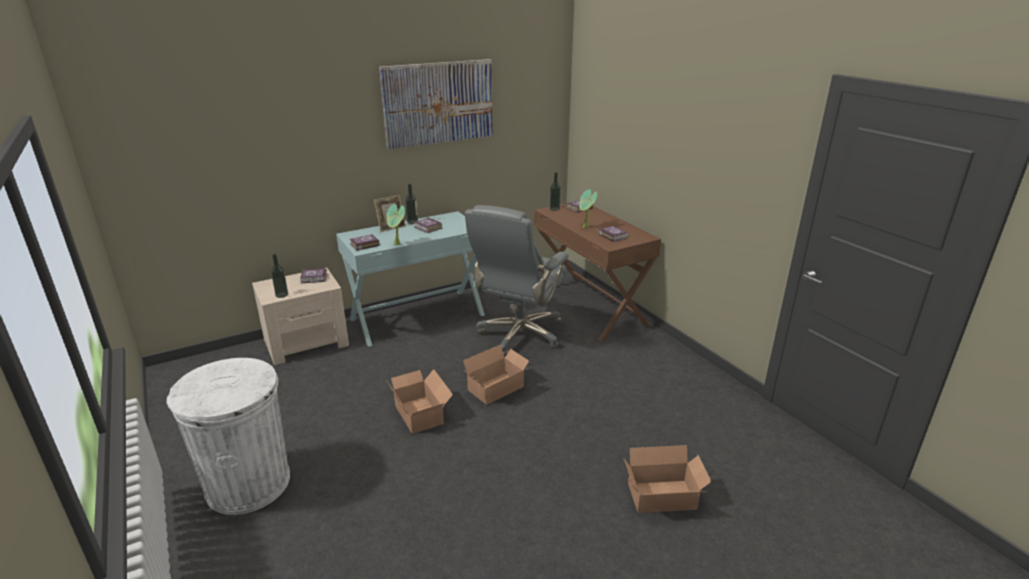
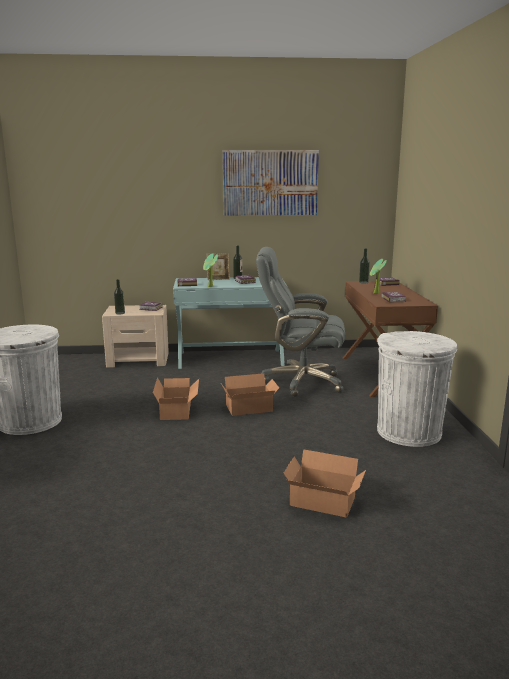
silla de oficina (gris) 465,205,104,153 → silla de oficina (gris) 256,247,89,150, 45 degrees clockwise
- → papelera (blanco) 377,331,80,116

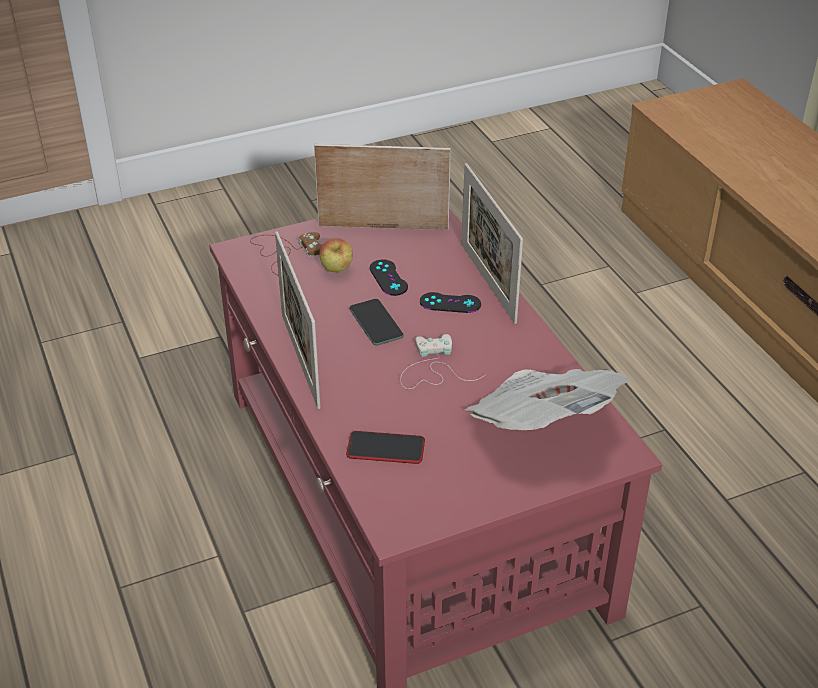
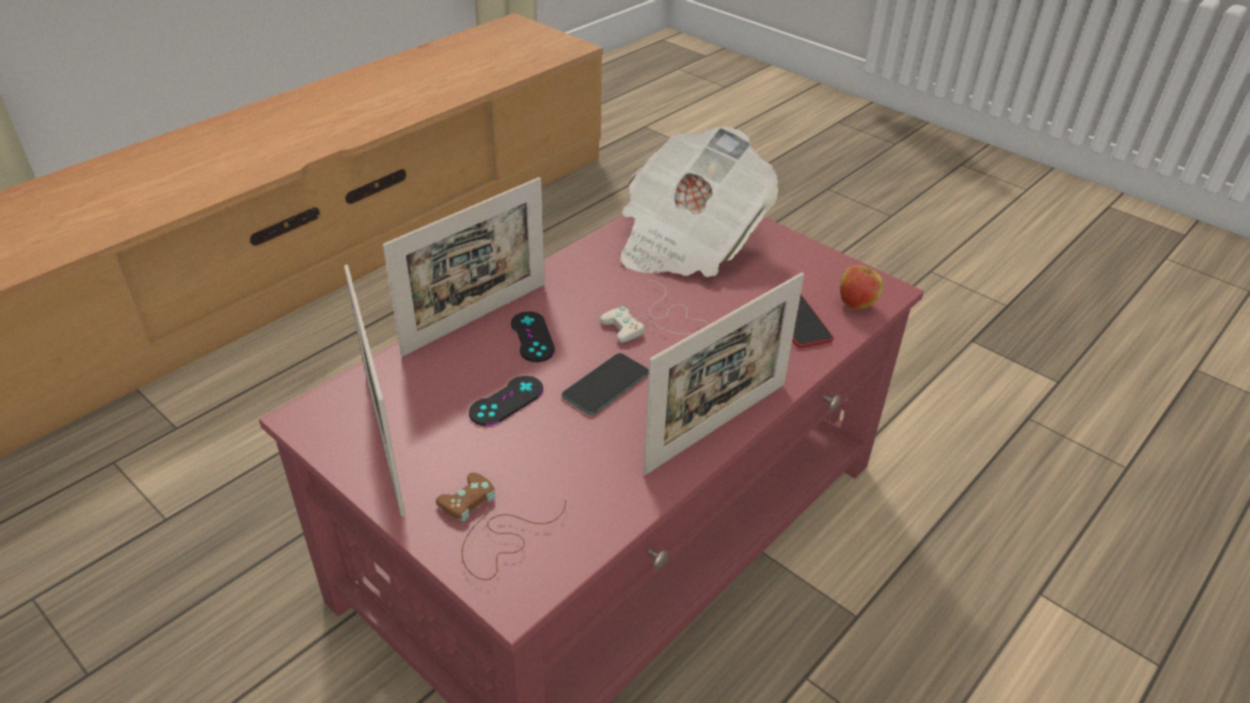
manzana 319,238,34,34 → manzana 840,264,44,45, move

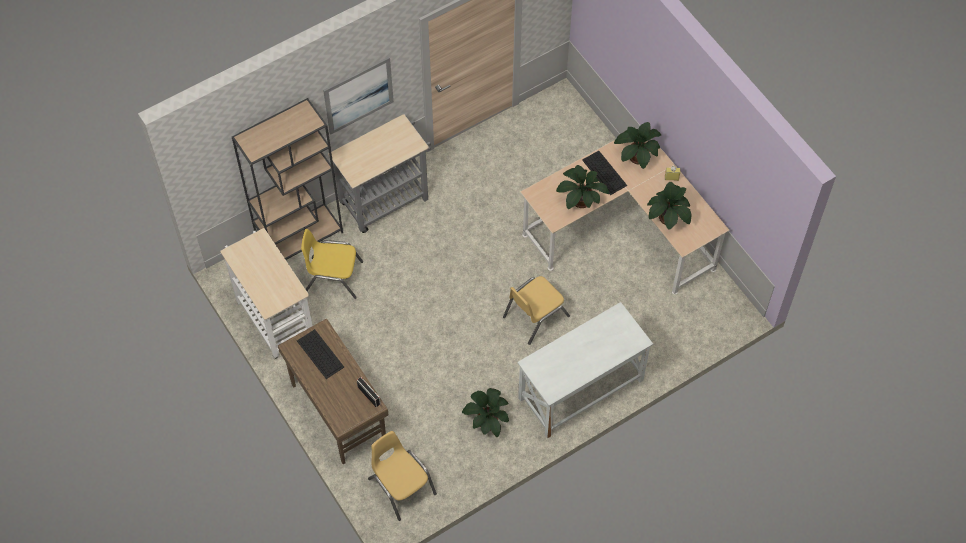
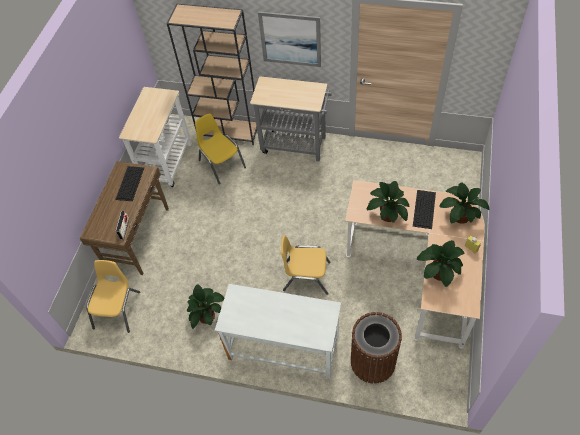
- → papelera (marrón) 351,312,51,72

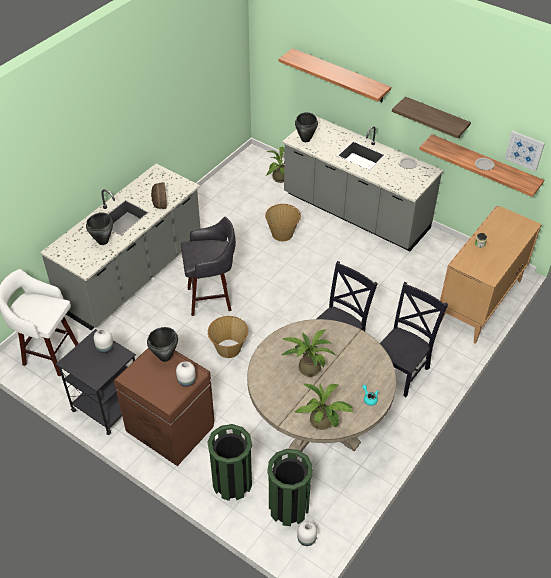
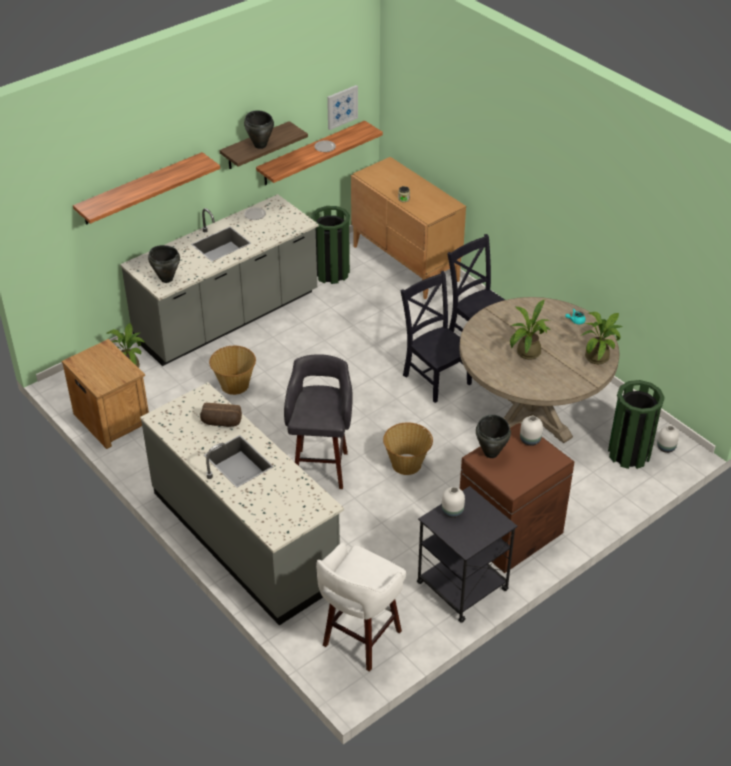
- → mesita de noche (marrón) 62,339,87,110
olla (negro) 86,213,27,32 → olla (negro) 244,110,30,39, move
papelera (verde) 207,424,45,77 → papelera (verde) 311,206,39,78, move

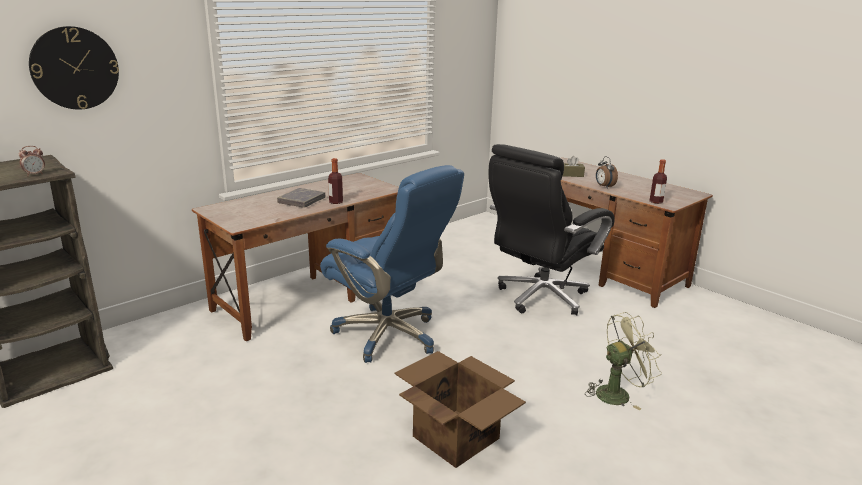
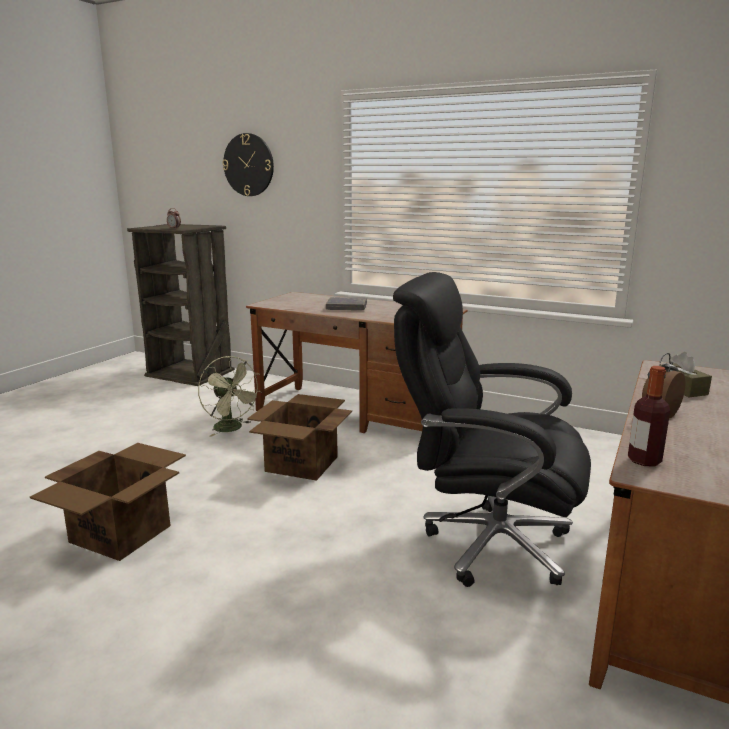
ventilador (verde) 585,312,77,98 → ventilador (verde) 198,356,64,81, move
silla de oficina (azul) 320,165,144,198 → caja de cartón 247,394,105,87
botella 328,158,15,46 → -

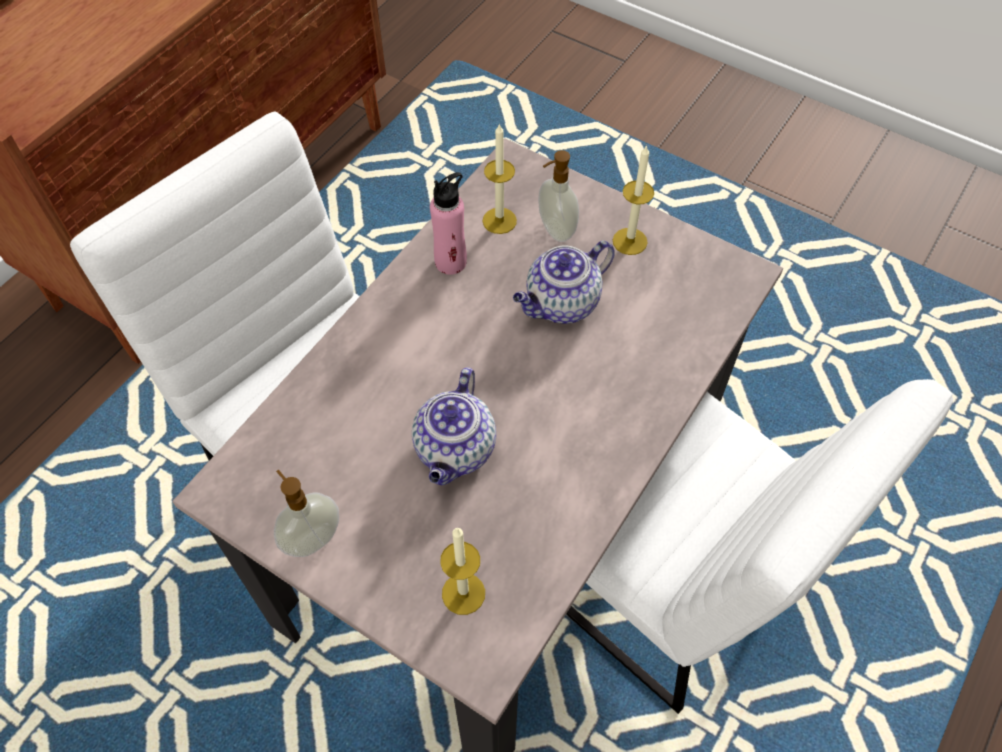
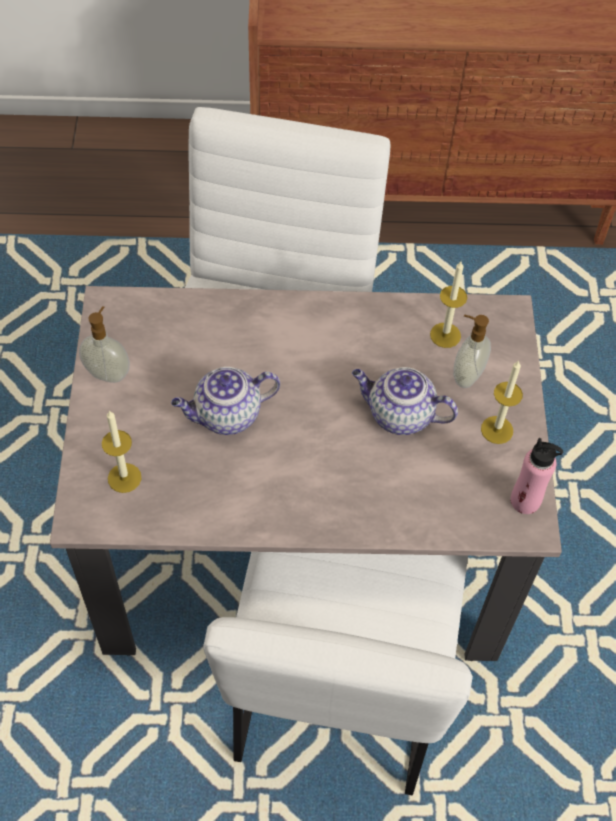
botella (rosa) 430,172,37,103 → botella (rosa) 510,438,53,76, move

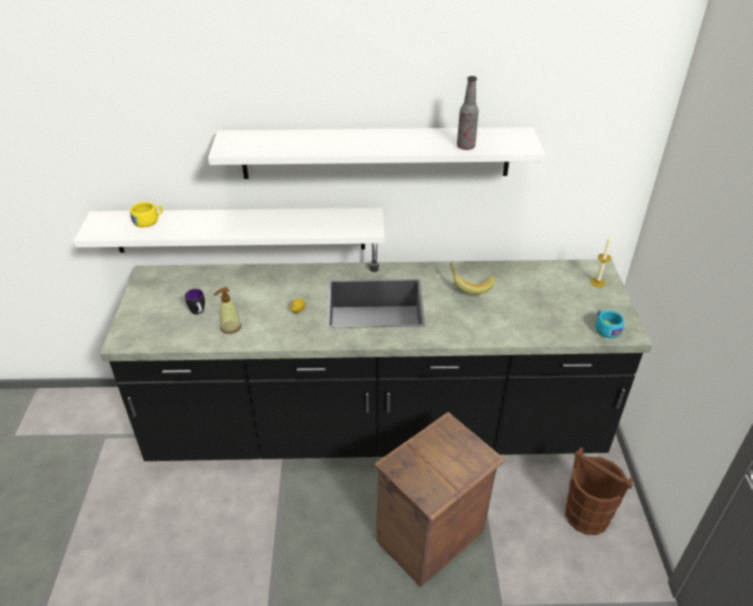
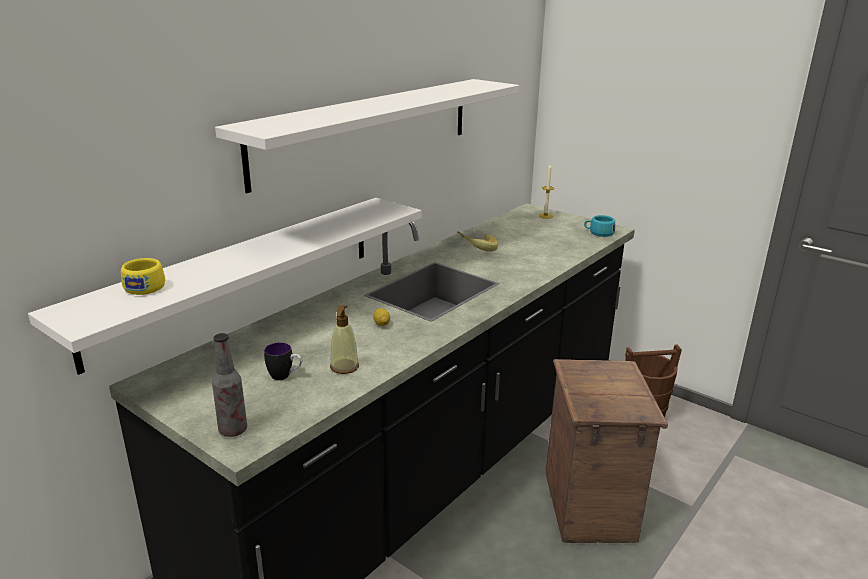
botella 457,76,22,74 → botella 212,333,35,104, move

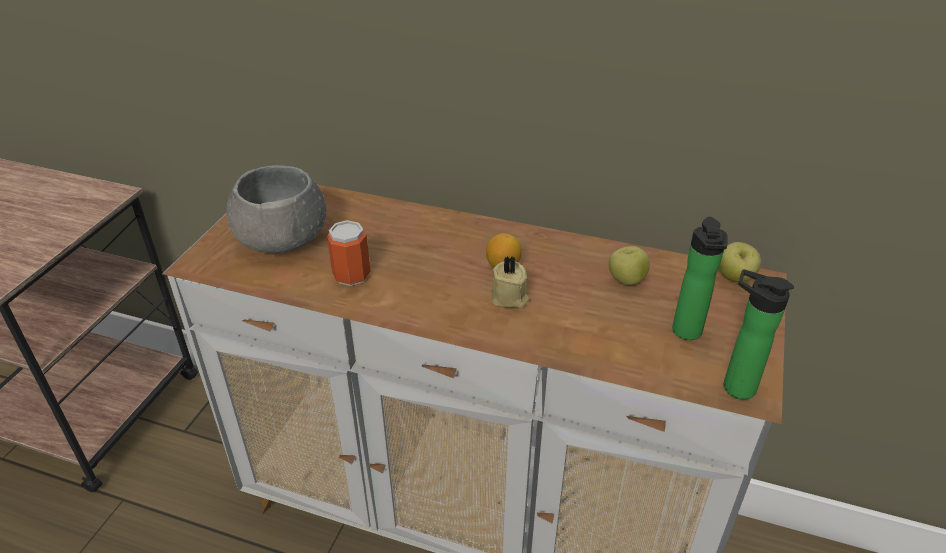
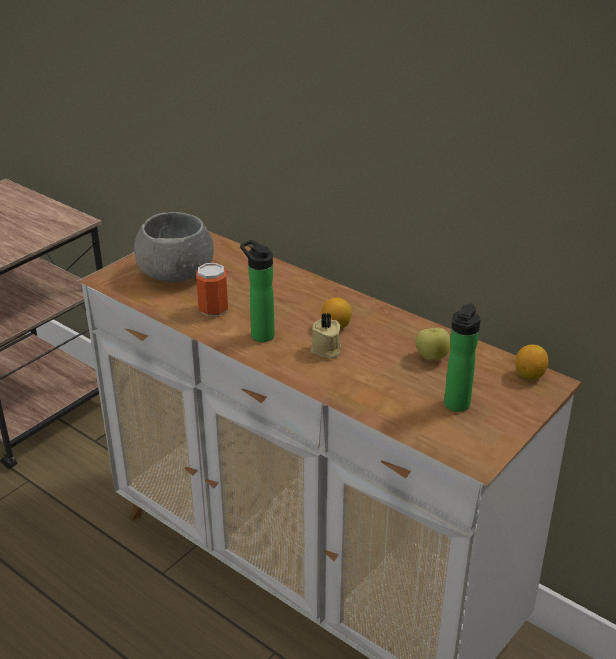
botella 724,269,70,131 → botella 240,240,35,102, move
manzana 719,242,42,40 → limón 515,345,34,35

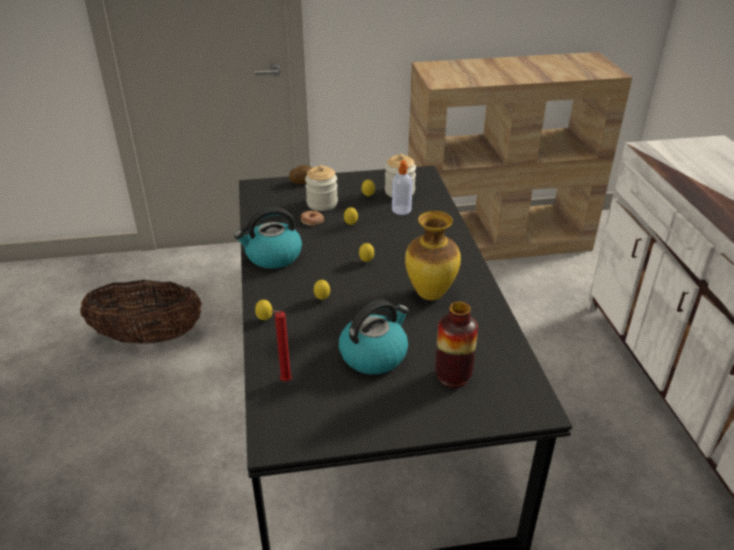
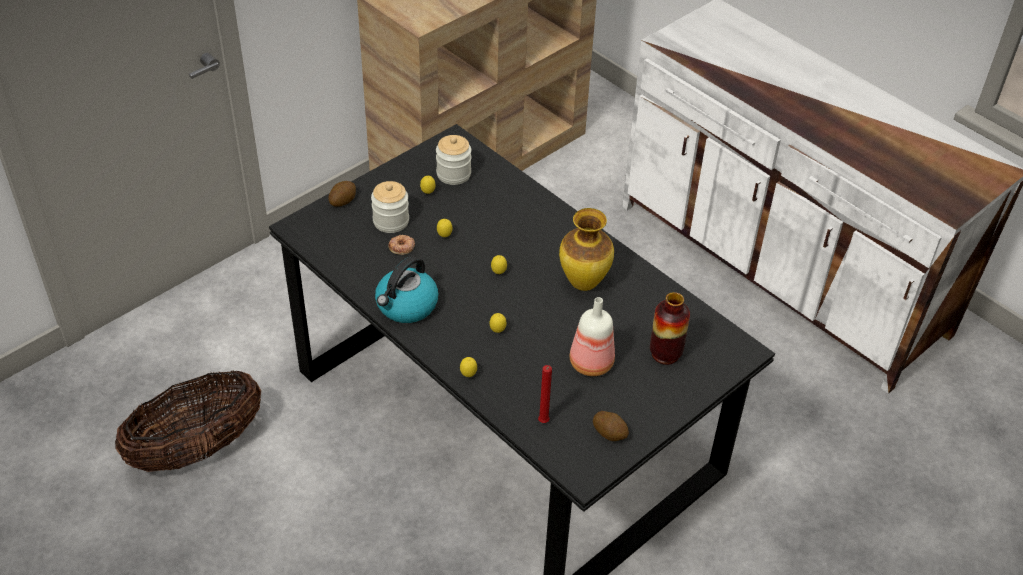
hervidor 339,300,70,74 → botella 570,297,45,79
- → patata 593,411,36,30
dispensador de jabón 392,160,21,55 → -

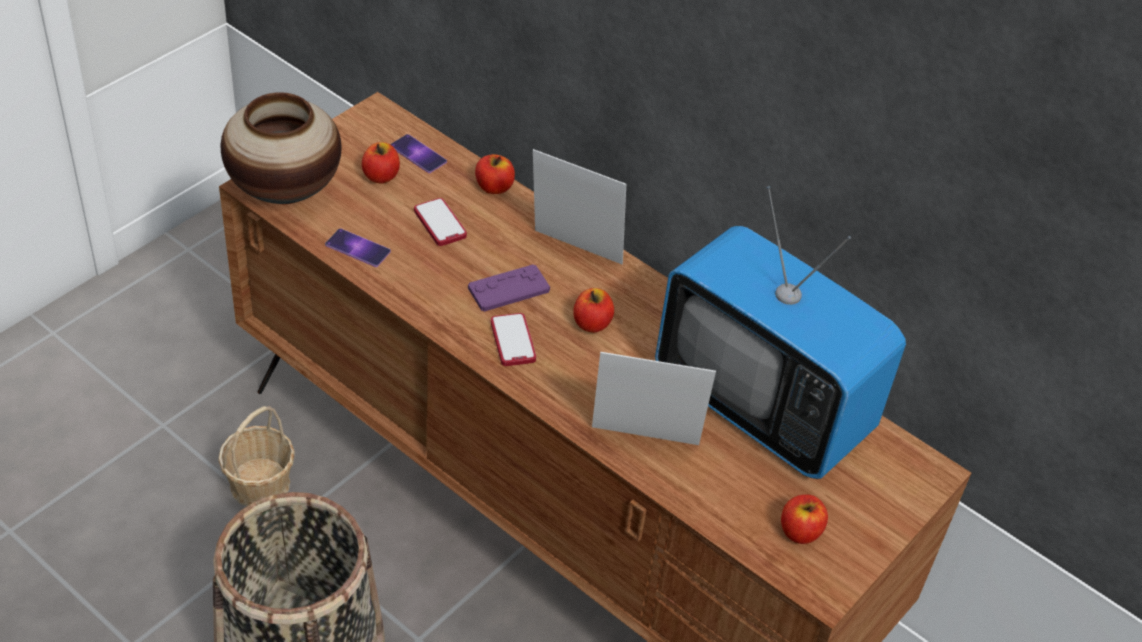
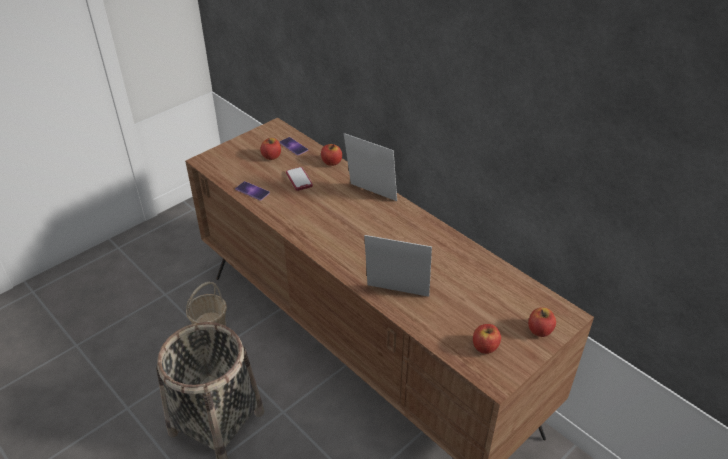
manzana 573,288,41,45 → manzana 528,307,28,30, move
florero 221,92,120,112 → -
mando de consola (morado) 468,264,82,48 → -
móvil 491,313,45,53 → -
televisor 655,186,251,293 → -

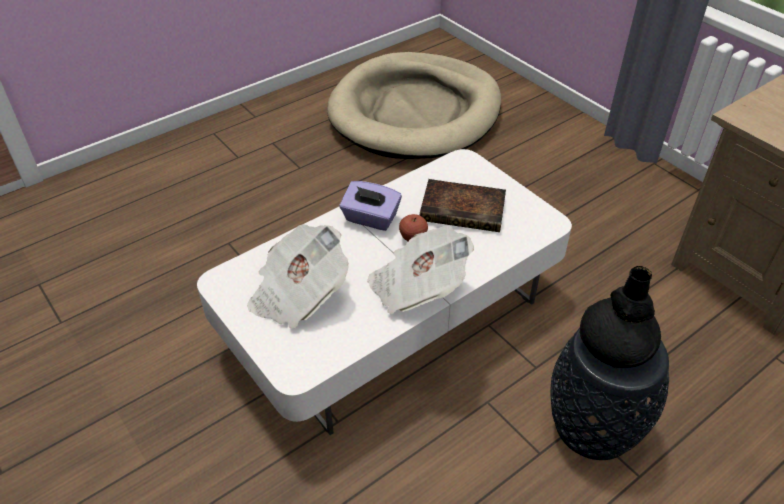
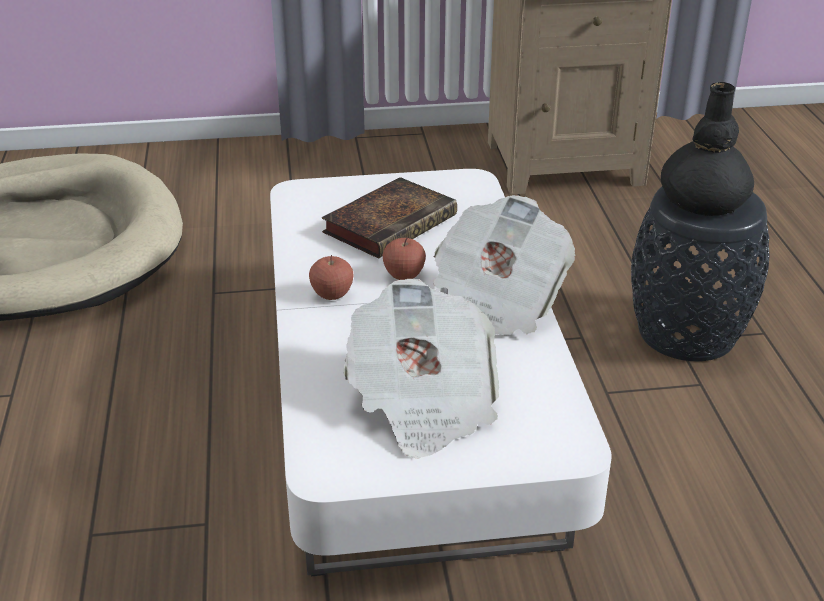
caja de pañuelos (morado) 340,181,62,50 → manzana 309,255,45,45

